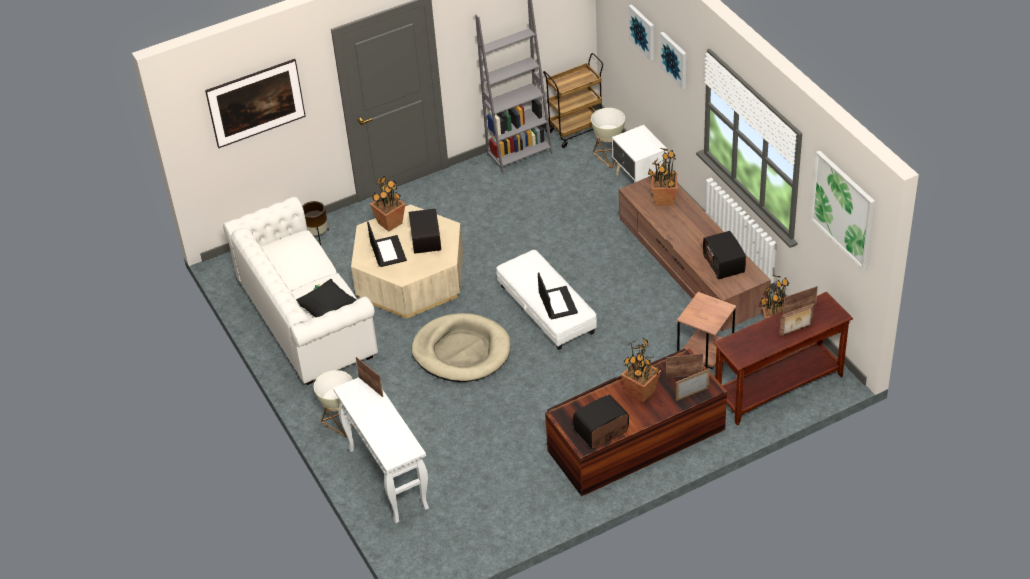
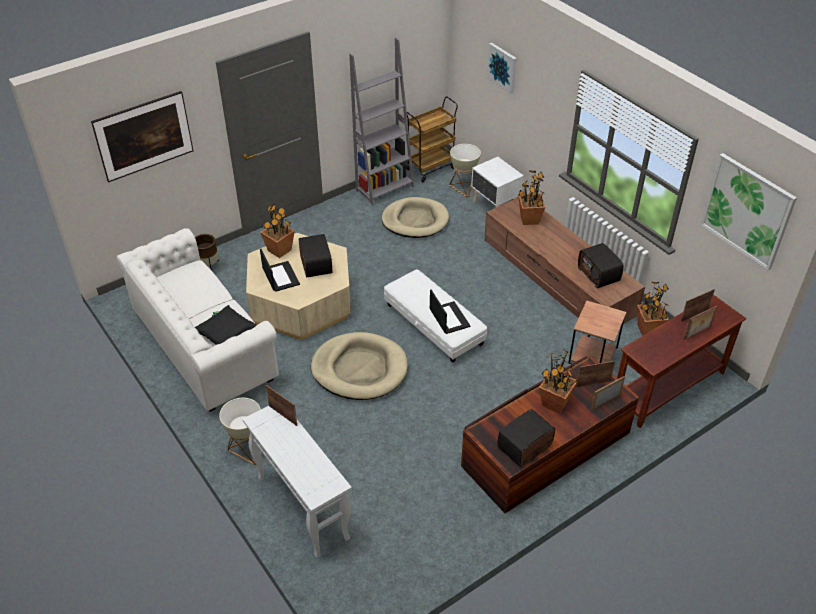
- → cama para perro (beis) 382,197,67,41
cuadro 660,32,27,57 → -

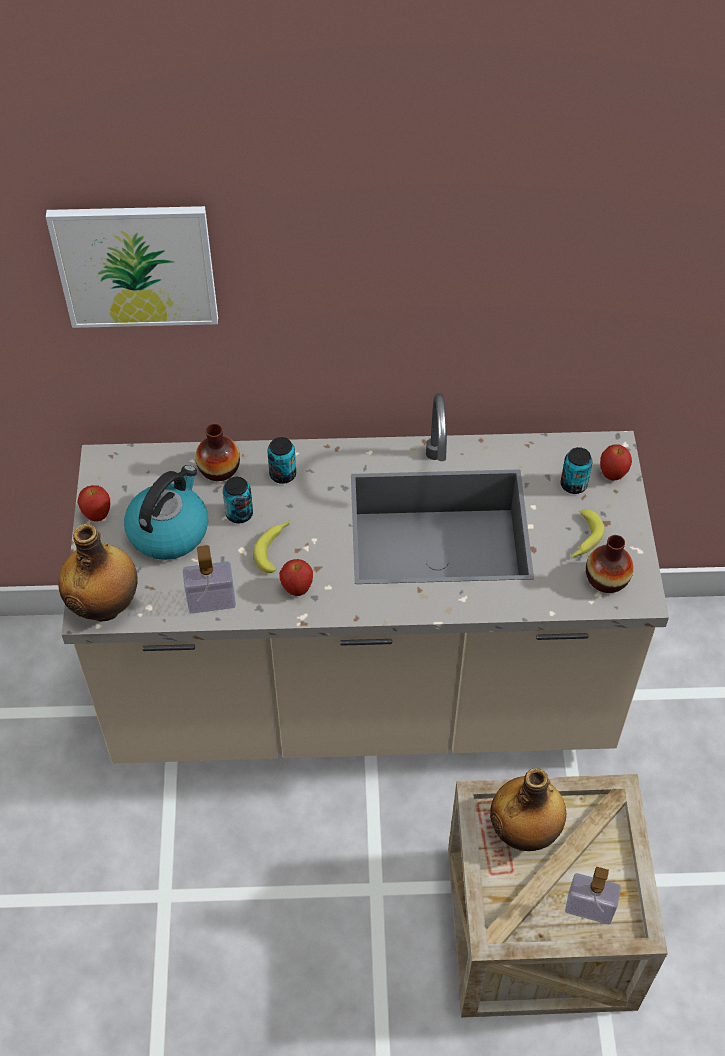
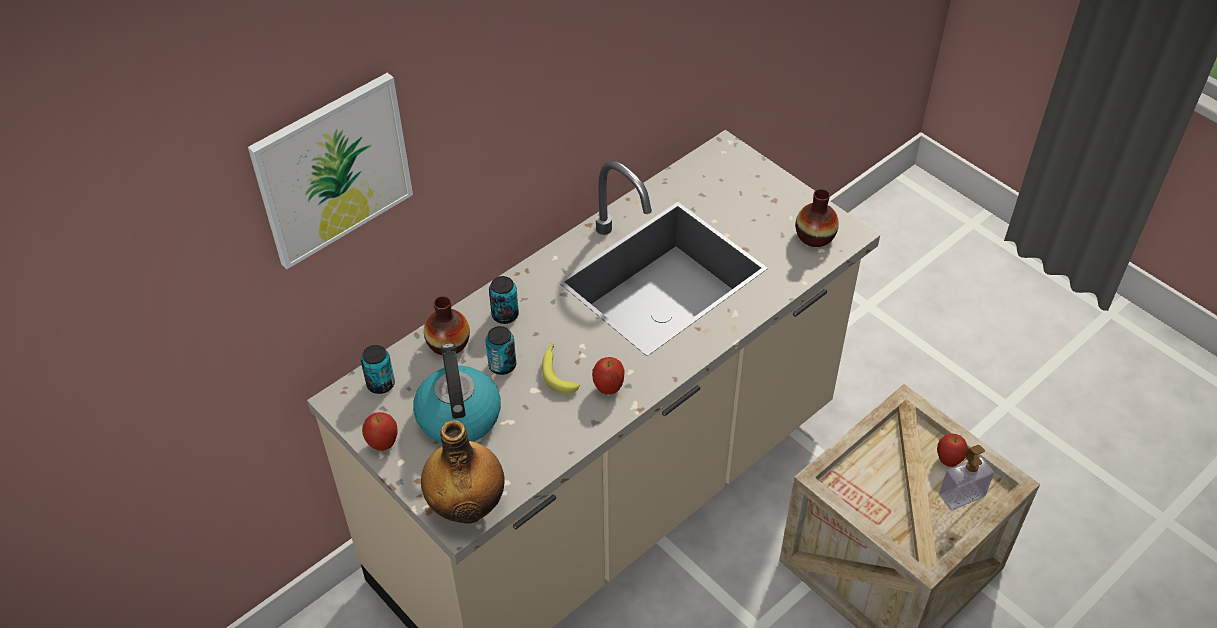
lata 561,447,32,47 → lata 361,345,34,49, move
manzana 600,444,32,36 → manzana 937,434,31,33, move
dispensador de jabón 183,545,53,68 → -
botella 490,768,76,83 → -
plátano 571,509,33,49 → -

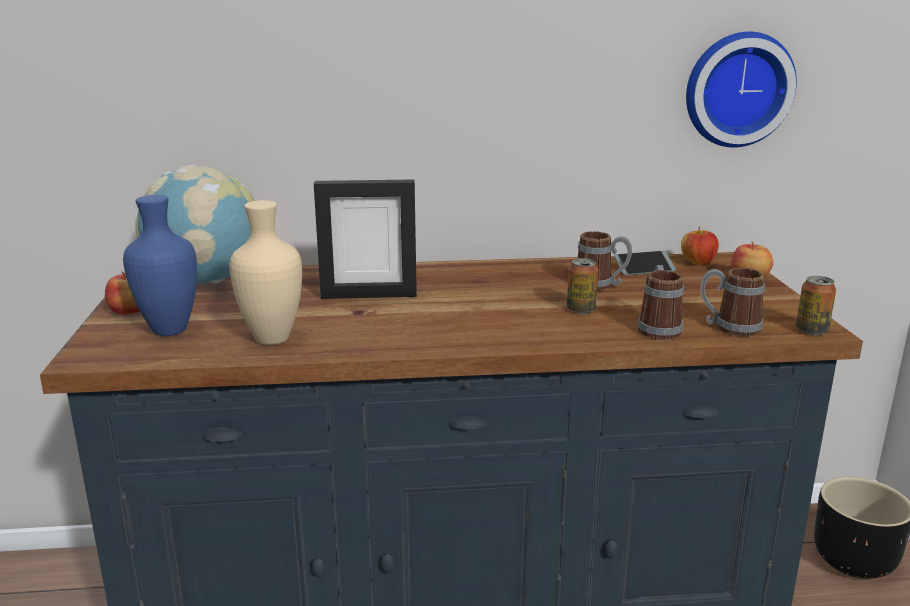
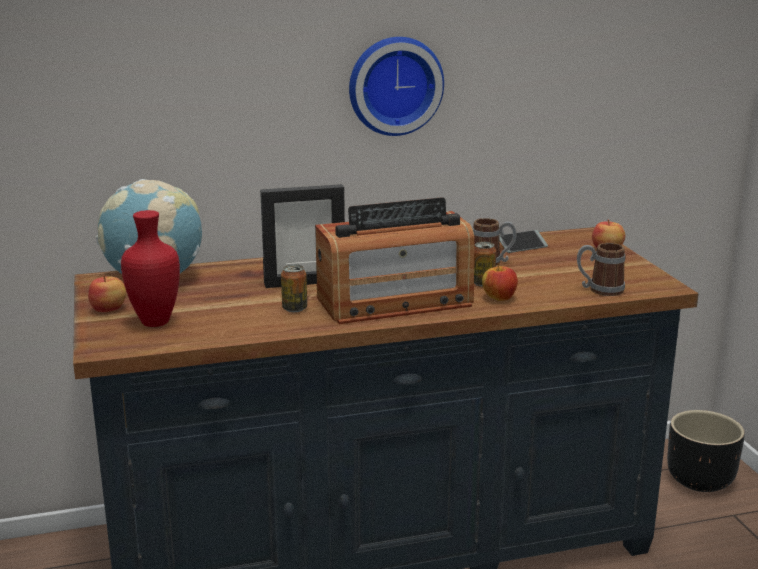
florero (azul) 123,195,74,141 → florero (rojo) 121,210,59,117
lata 796,276,40,59 → lata 281,264,26,48, move
- → radio 315,197,160,127
reloj de pared 686,32,111,116 → reloj de pared 349,37,95,99, move
manzana 681,227,38,38 → manzana 482,263,36,38, move
florero (beis) 229,200,73,145 → -
taza grande 638,265,46,75 → -

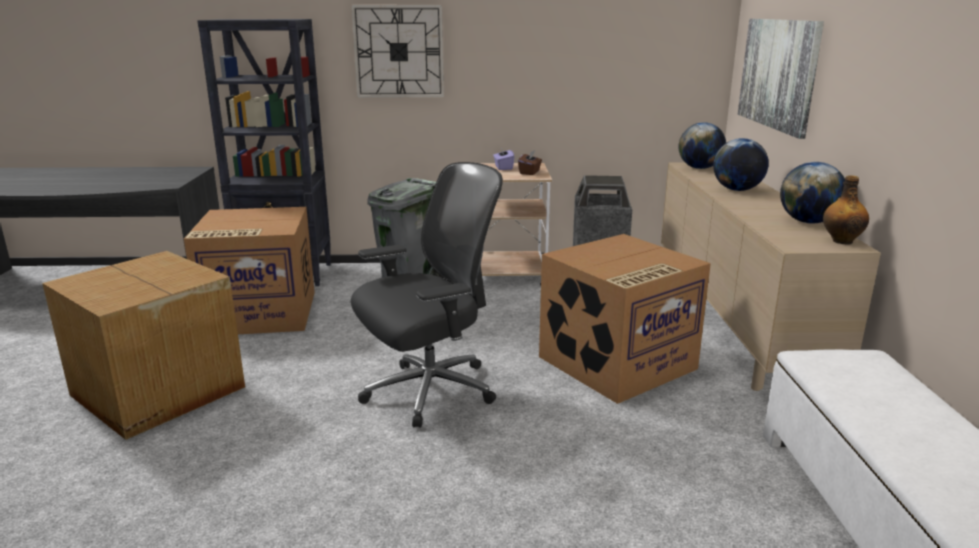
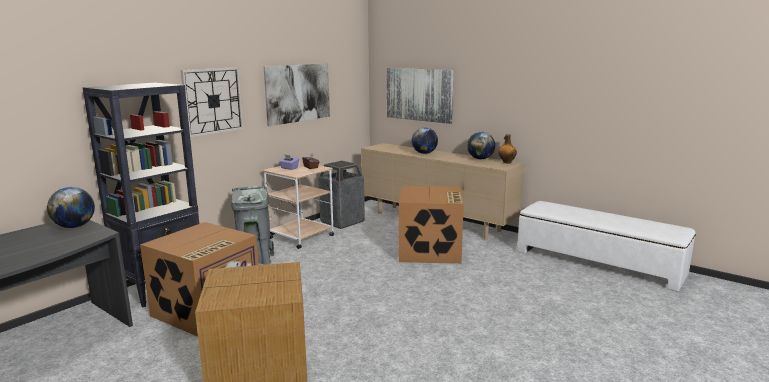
globo terráqueo 679,122,47,47 → globo terráqueo 47,187,48,41, move
- → cuadro 264,63,66,63
silla de oficina 351,162,152,265 → -

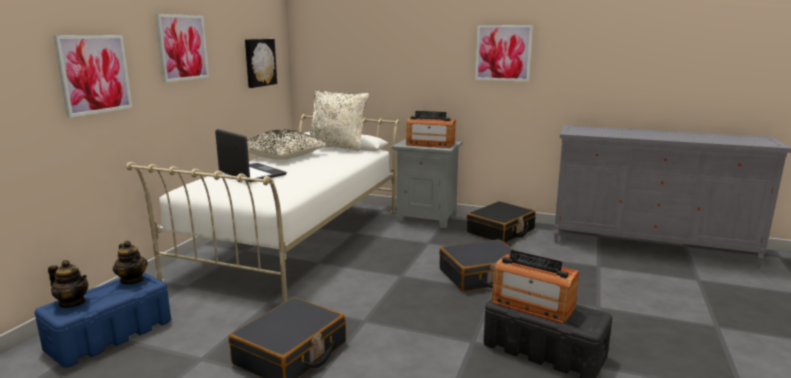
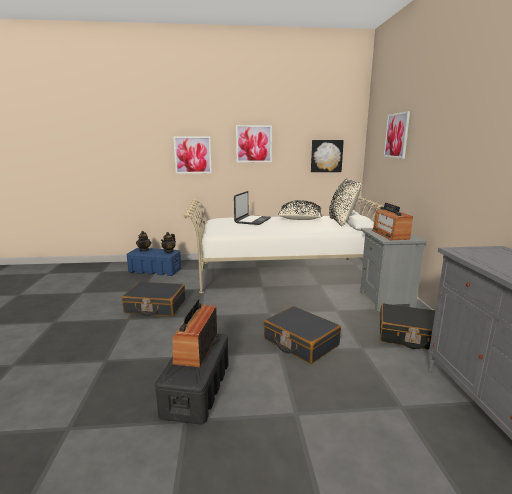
cuadro 475,25,58,56 → cuadro 384,111,26,48, move

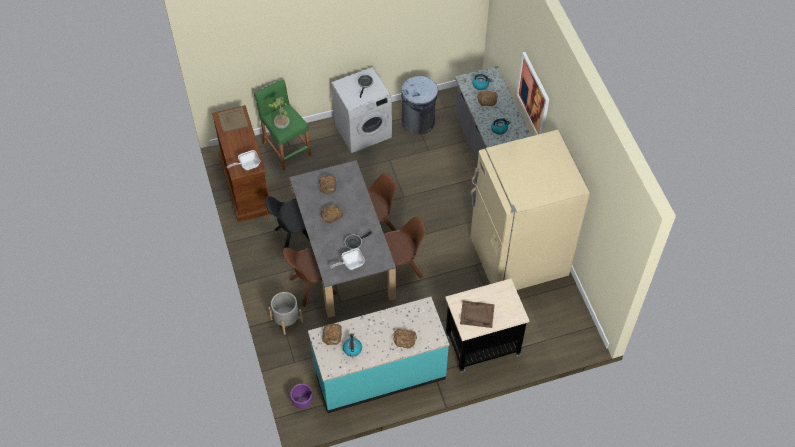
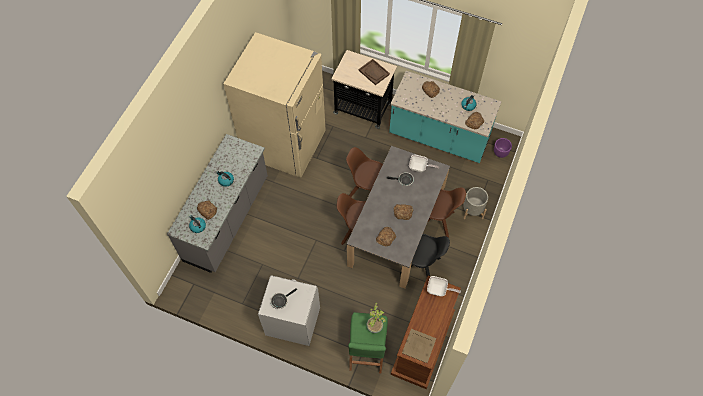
papelera (gris) 401,76,37,59 → -
cuadro 517,52,32,83 → -

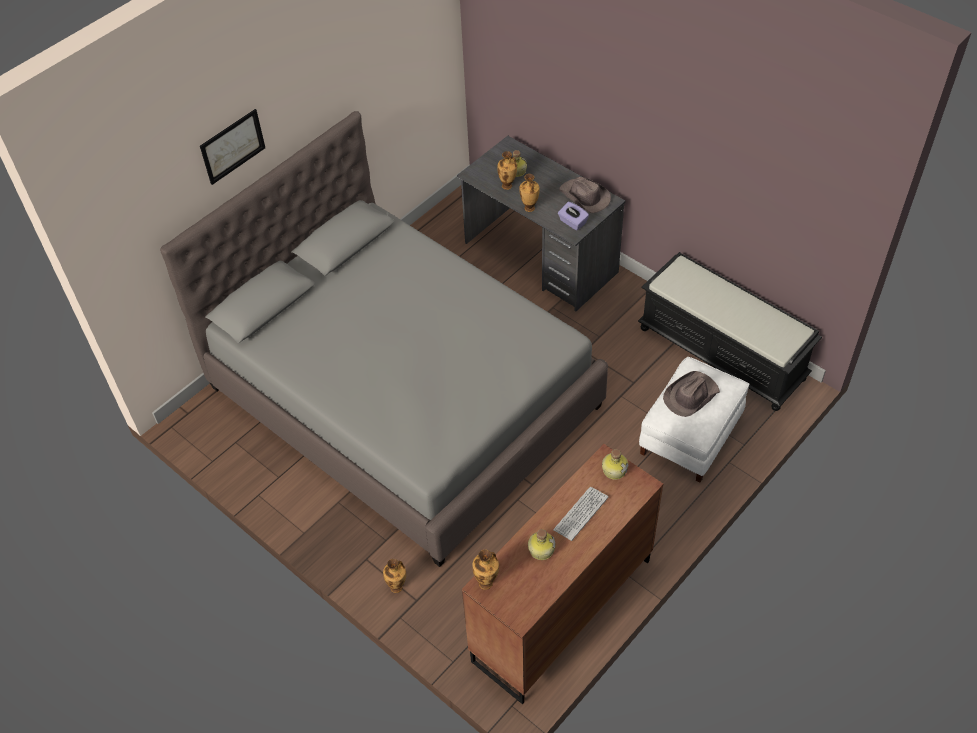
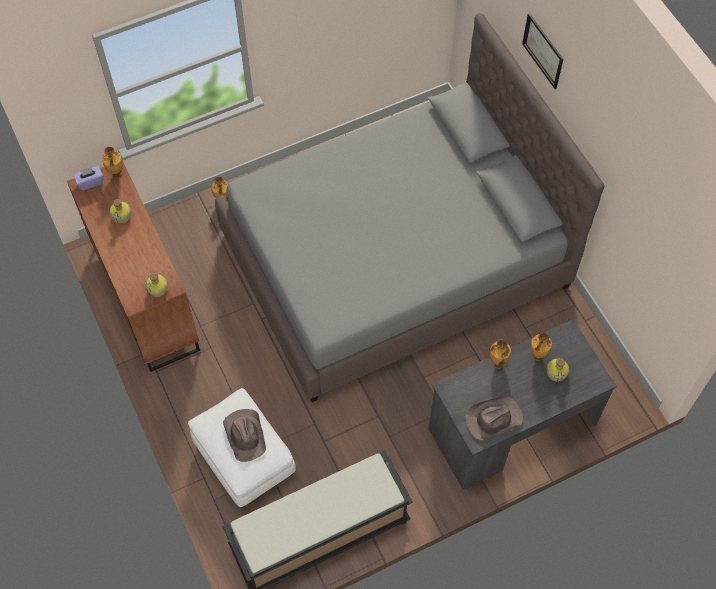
caja de pañuelos (morado) 558,202,31,29 → caja de pañuelos (morado) 74,166,29,25, move
teclado 553,487,55,54 → -

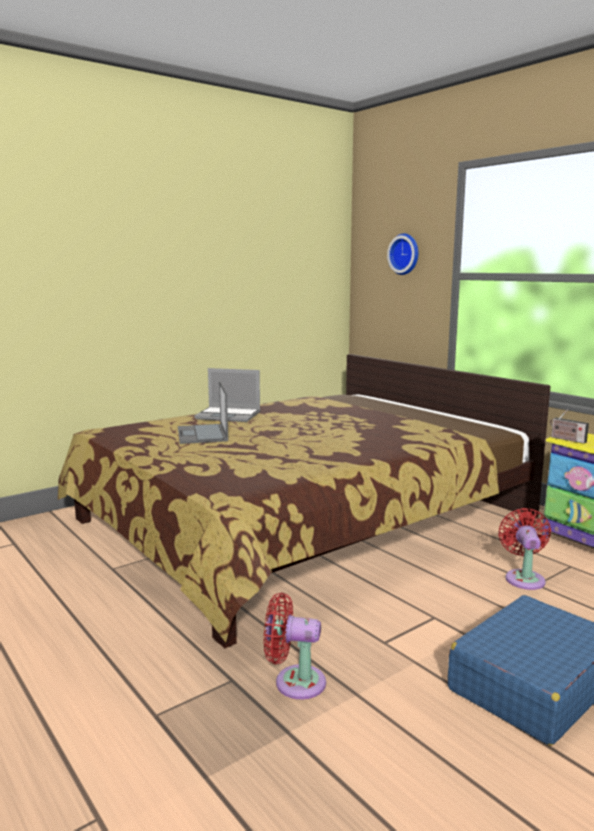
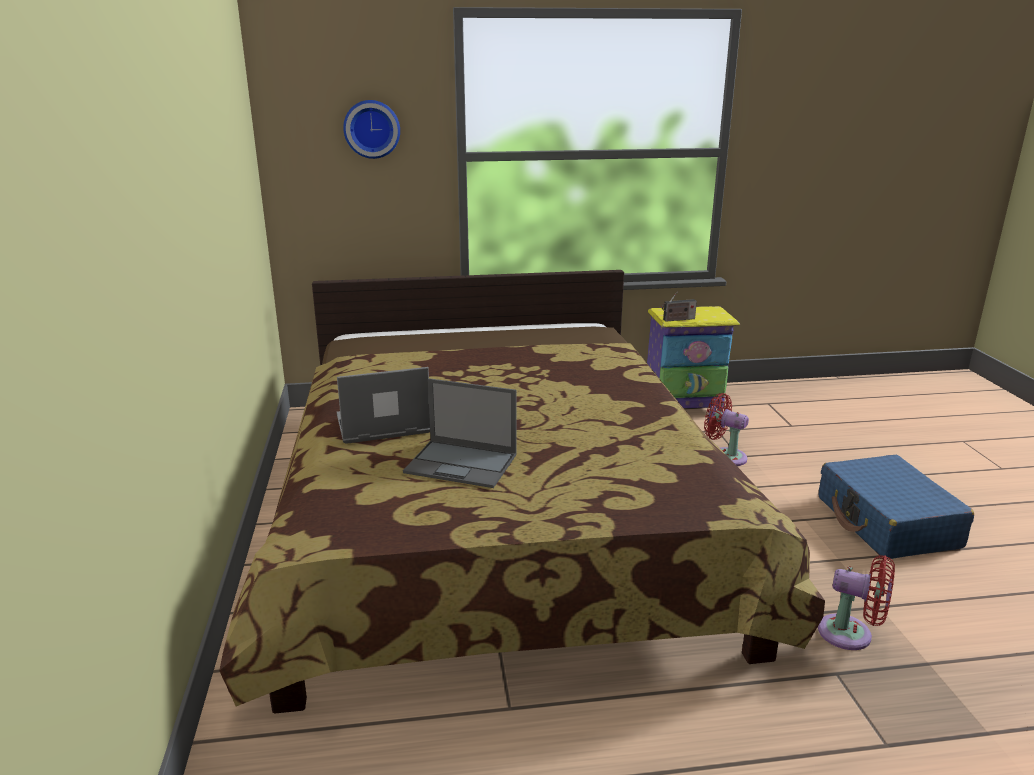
portátil 194,368,66,54 → portátil 337,367,93,77, 150 degrees counterclockwise
ventilador (rojo) 264,592,62,107 → ventilador (rojo) 818,555,77,95, 105 degrees counterclockwise

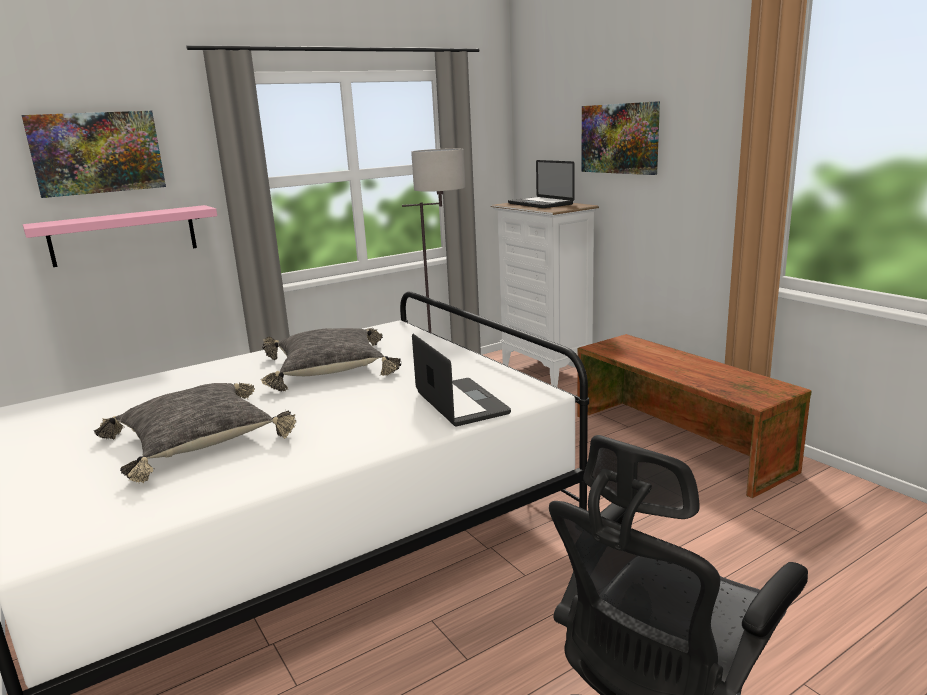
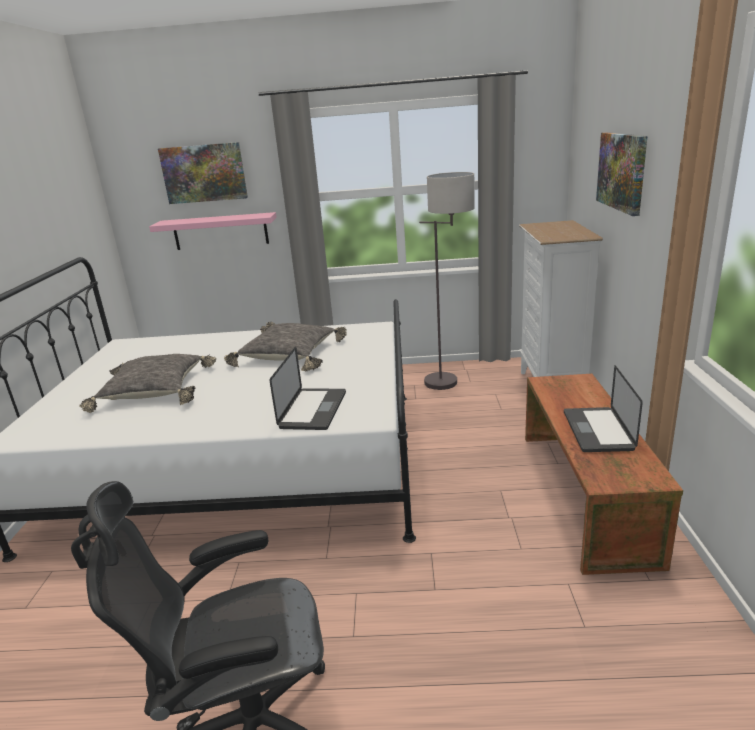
portátil 508,160,66,48 → portátil 564,365,79,87, move

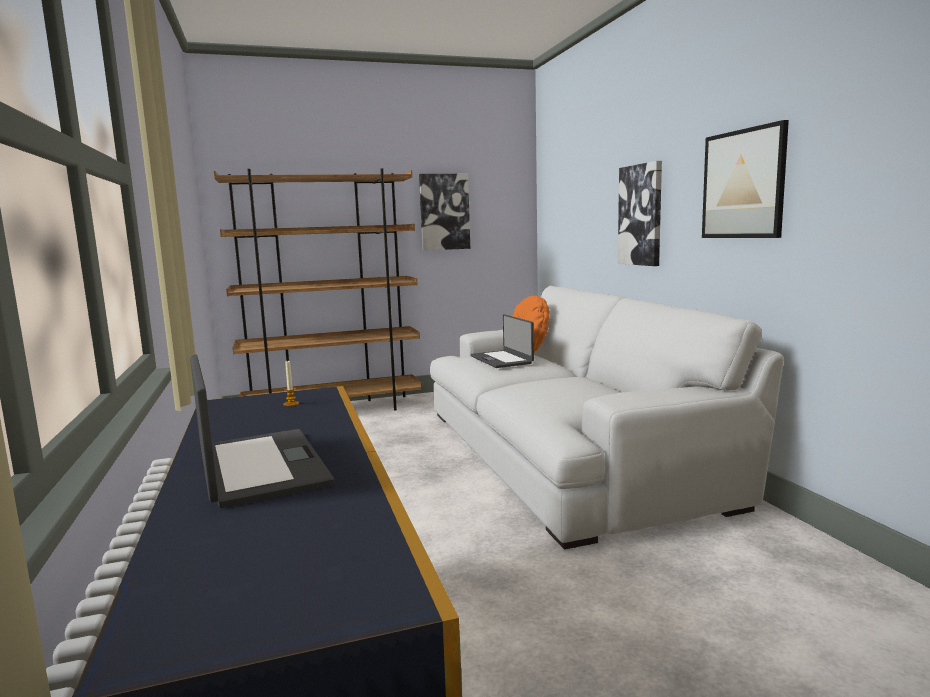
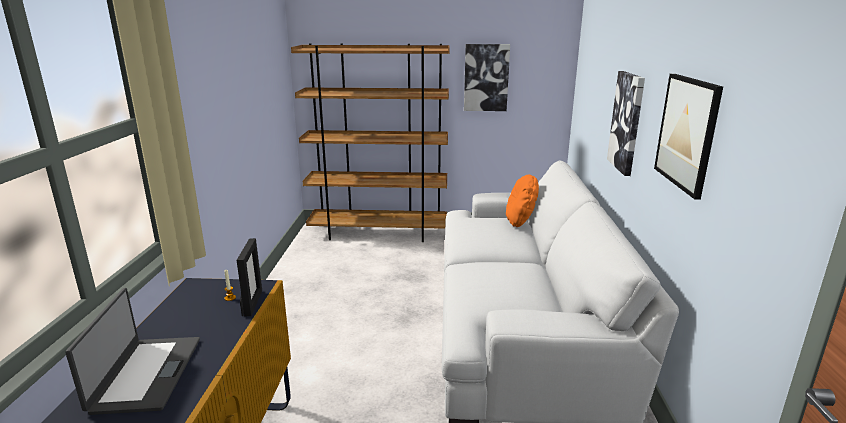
- → portarretratos 236,238,26,79
portátil 470,314,64,54 → -

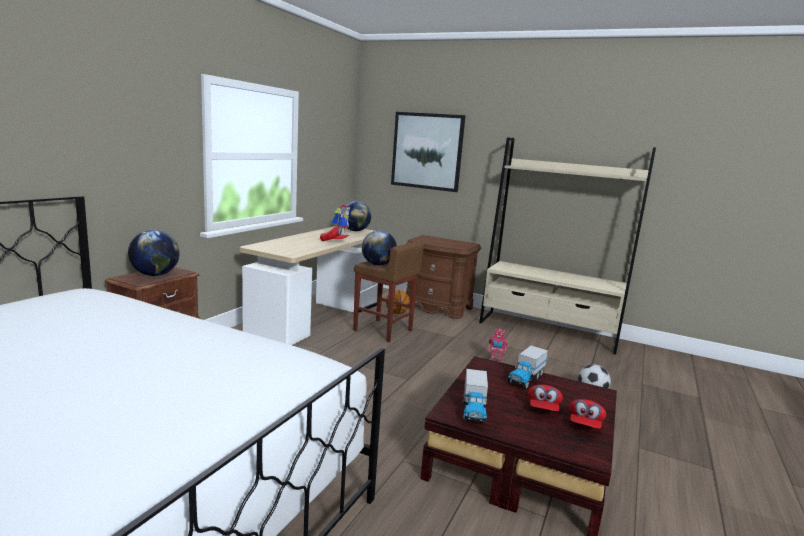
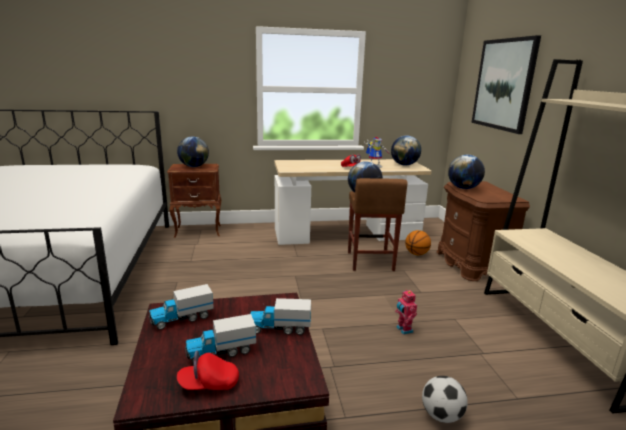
gorra (rojo) 528,385,35,26 → camión de juguete 185,314,71,48
- → globo terráqueo 448,155,37,34

